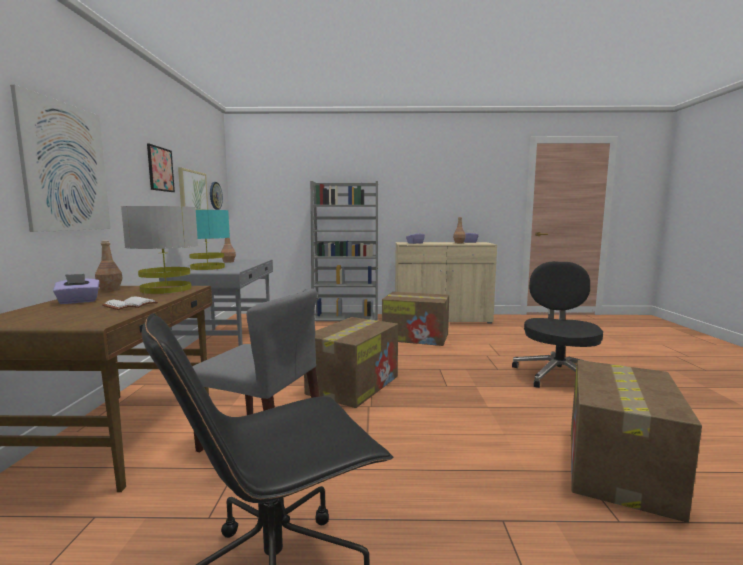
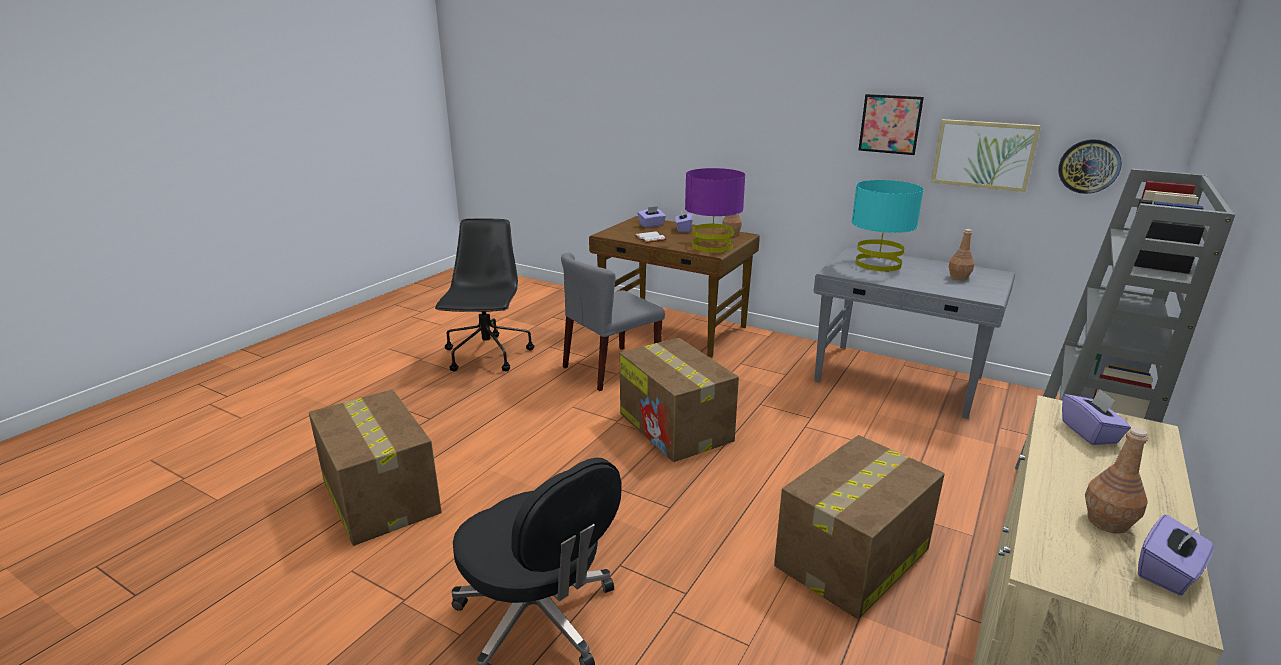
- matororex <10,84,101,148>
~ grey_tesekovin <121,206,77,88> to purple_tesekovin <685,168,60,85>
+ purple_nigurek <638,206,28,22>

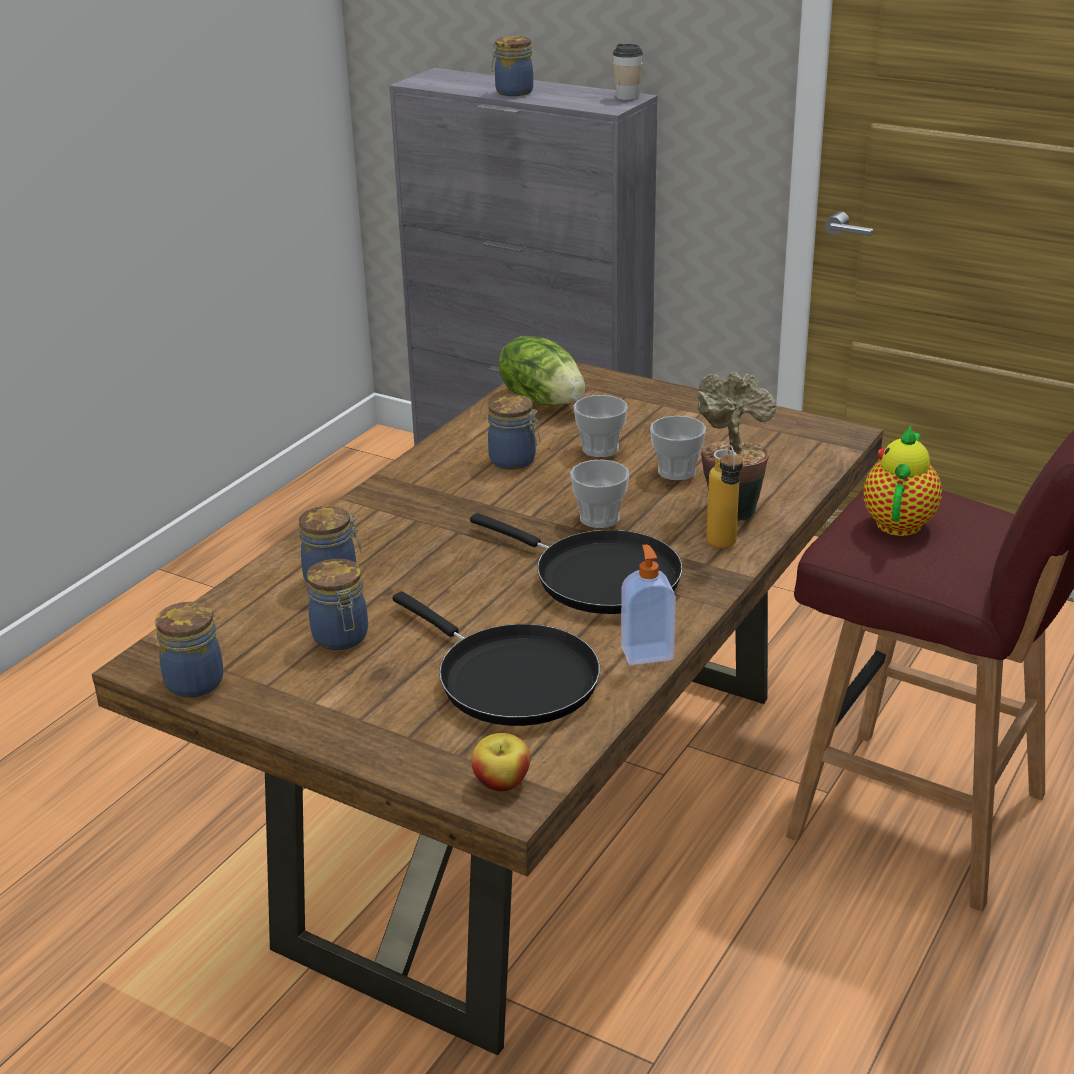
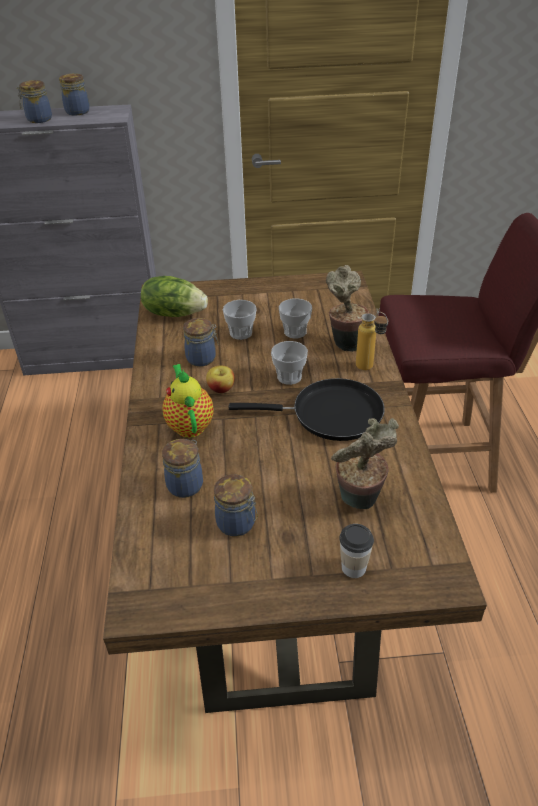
~ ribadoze <613,44,30,56> to <339,524,35,54>
~ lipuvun <864,425,78,111> to <162,364,52,74>
- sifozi <621,544,55,121>
~ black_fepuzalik <393,592,207,134> to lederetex <331,418,68,91>
~ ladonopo <155,602,68,96> to <59,73,31,43>
~ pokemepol <472,733,58,58> to <206,366,29,27>

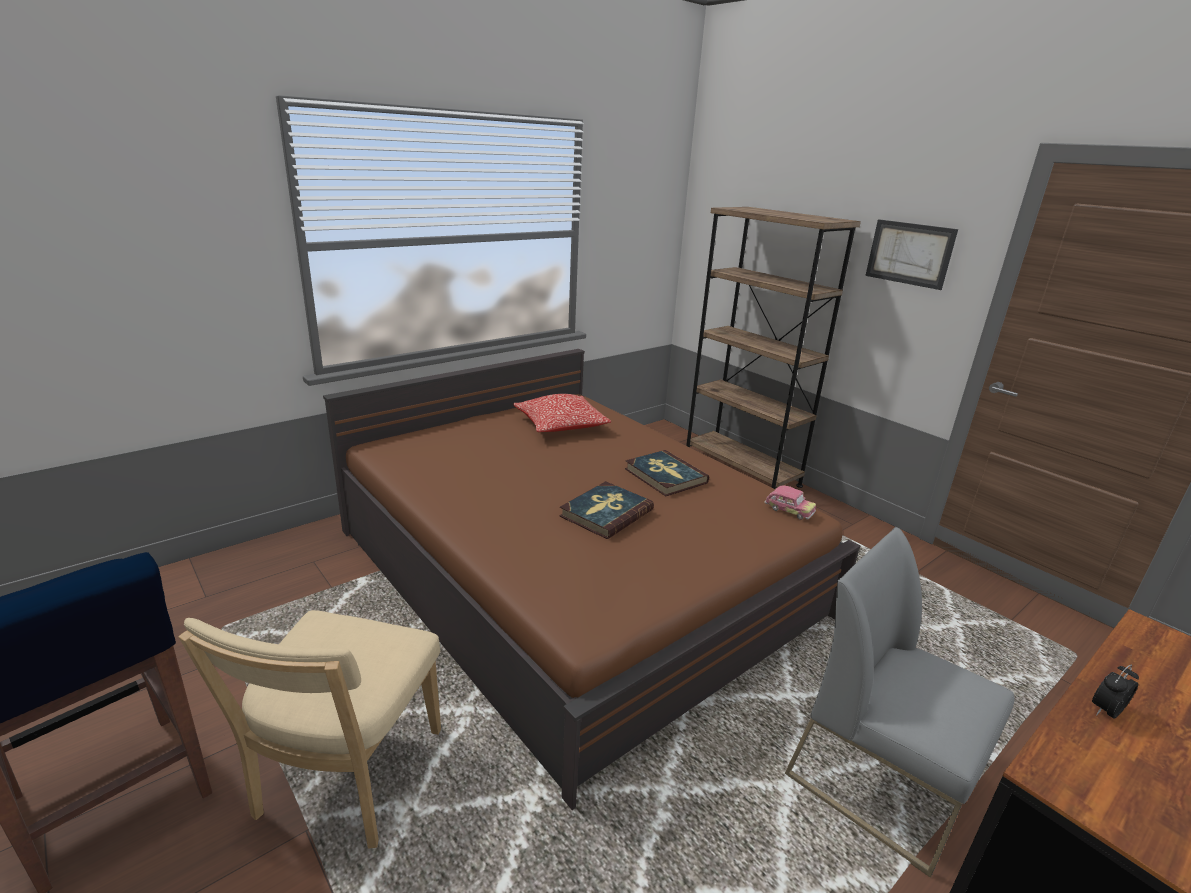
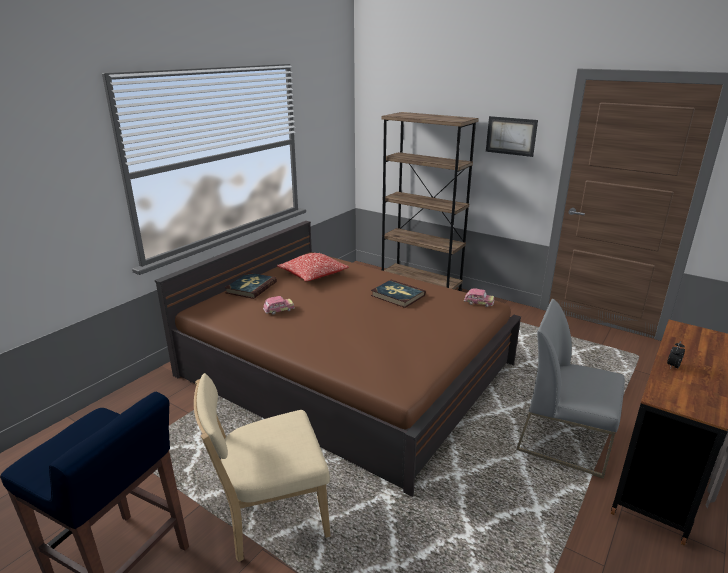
~ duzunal <559,481,95,58> to <225,272,52,27>
~ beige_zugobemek <178,610,263,238> = <194,373,136,189> 75 degrees clockwise
+ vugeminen <263,296,32,19>

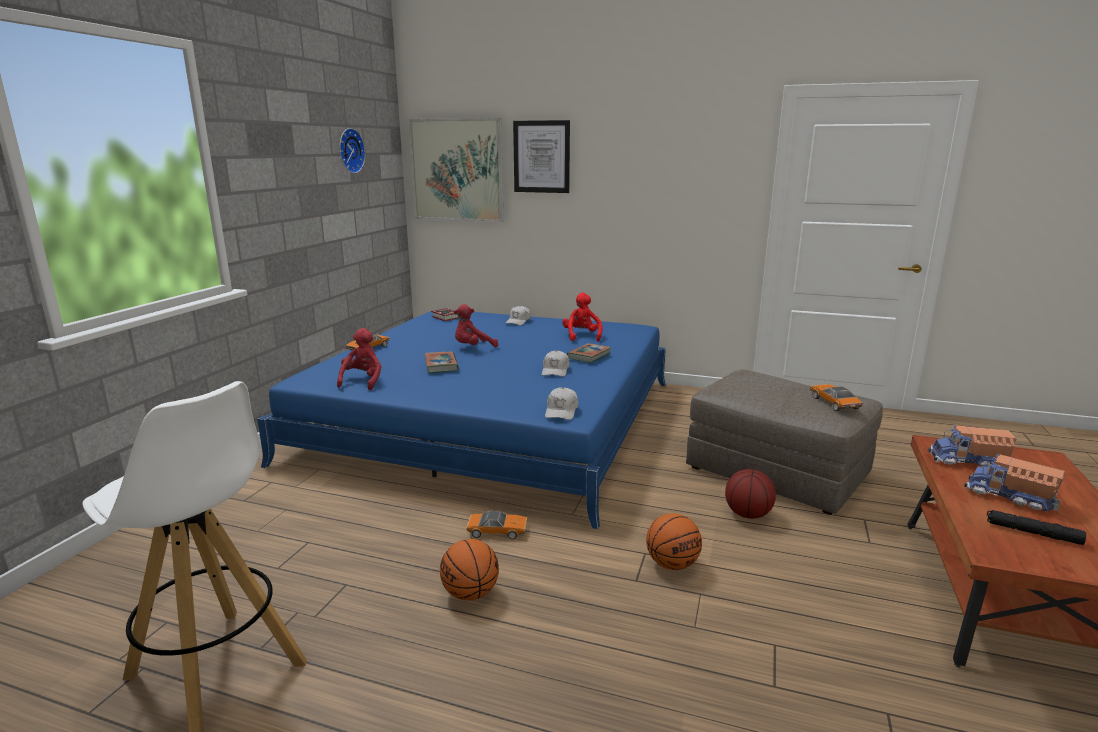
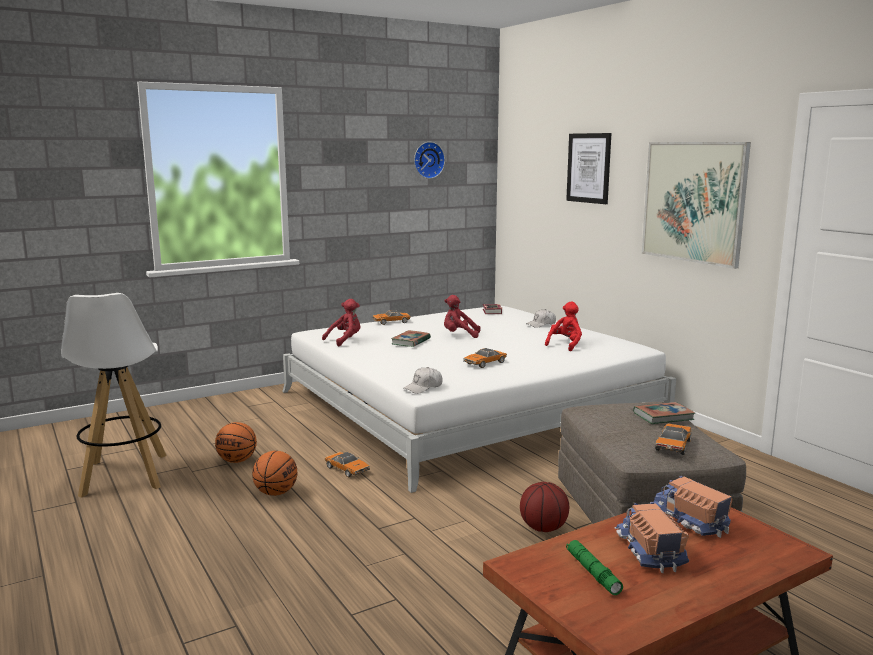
~ matororex <409,118,95,104> to <642,142,109,127>
~ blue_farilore <257,310,409,219> to white_farilore <282,306,394,187>
~ duzunal <567,343,44,20> to <633,402,62,22>
~ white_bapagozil <542,350,28,27> to vugeminen <463,348,44,20>
~ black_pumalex <987,510,99,35> to green_pumalex <566,540,57,55>
~ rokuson <646,513,56,57> to <215,422,42,41>

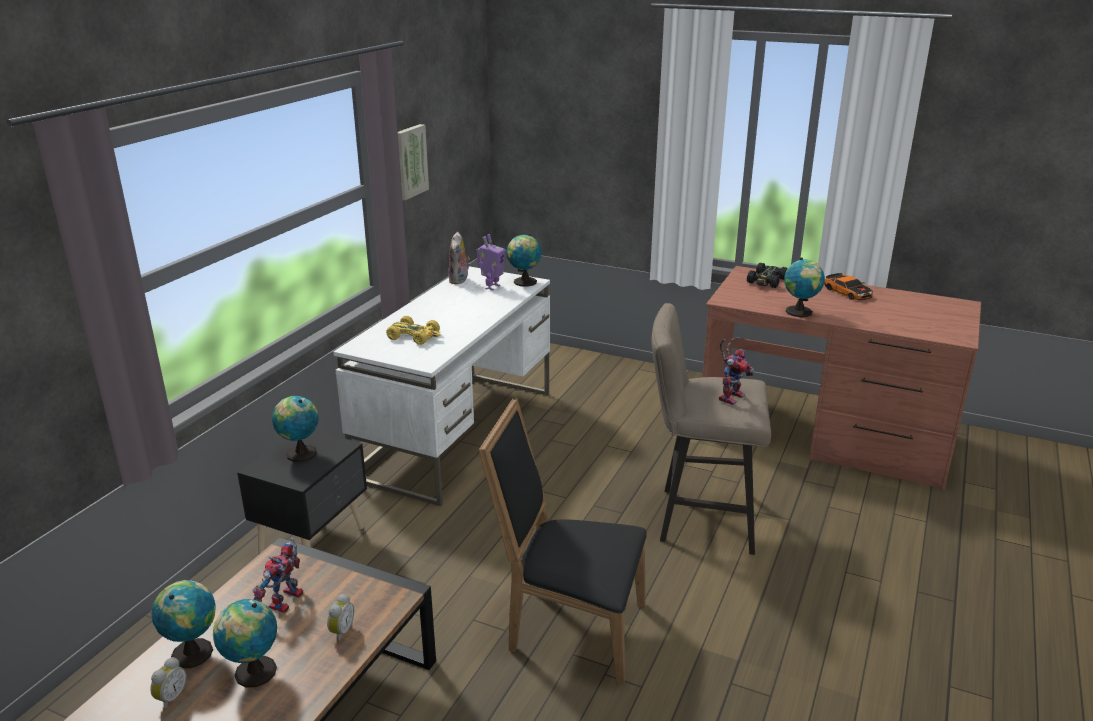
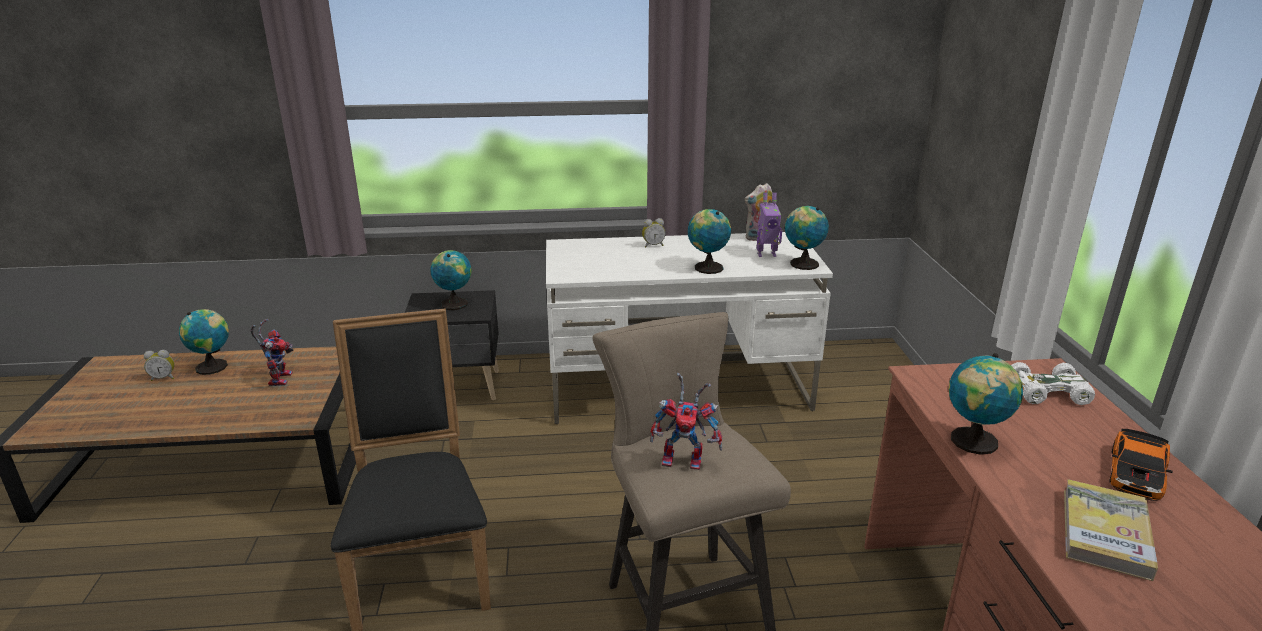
- matororex <398,124,31,76>
~ black_vugeminen <747,263,41,25> to white_vugeminen <1011,362,84,43>
- yellow_vugeminen <386,316,55,29>
~ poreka <253,538,50,75> = <250,319,44,67> 90 degrees clockwise
~ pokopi <327,593,27,49> to <642,218,24,30>
~ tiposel <213,599,64,89> to <688,209,43,65>
+ duzunal <1064,479,94,102>

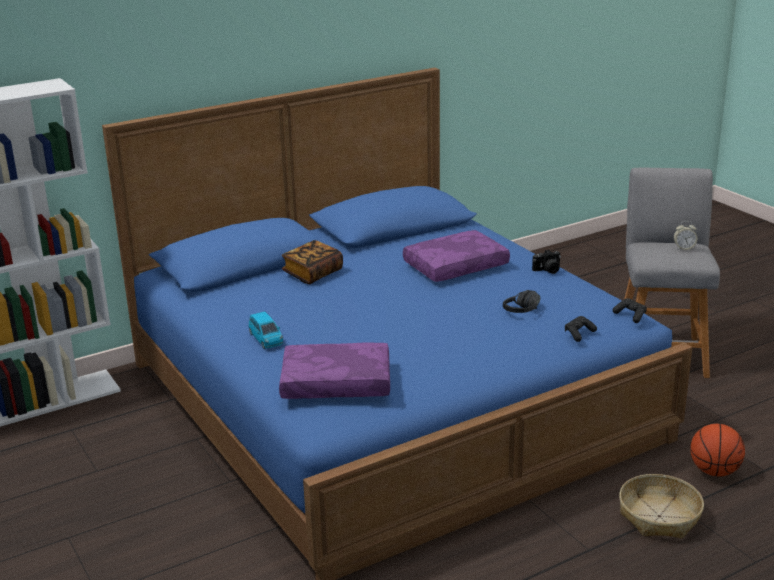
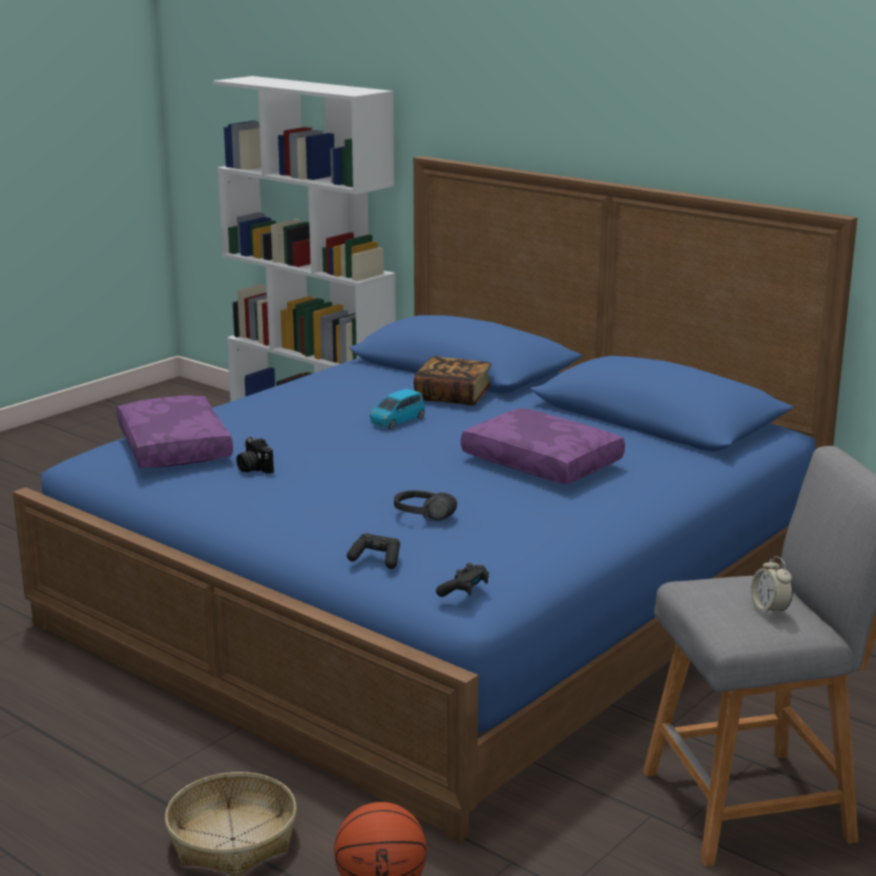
~ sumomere <532,249,29,25> to <236,437,38,37>
~ blue_vugeminen <249,311,34,38> to <370,389,55,41>

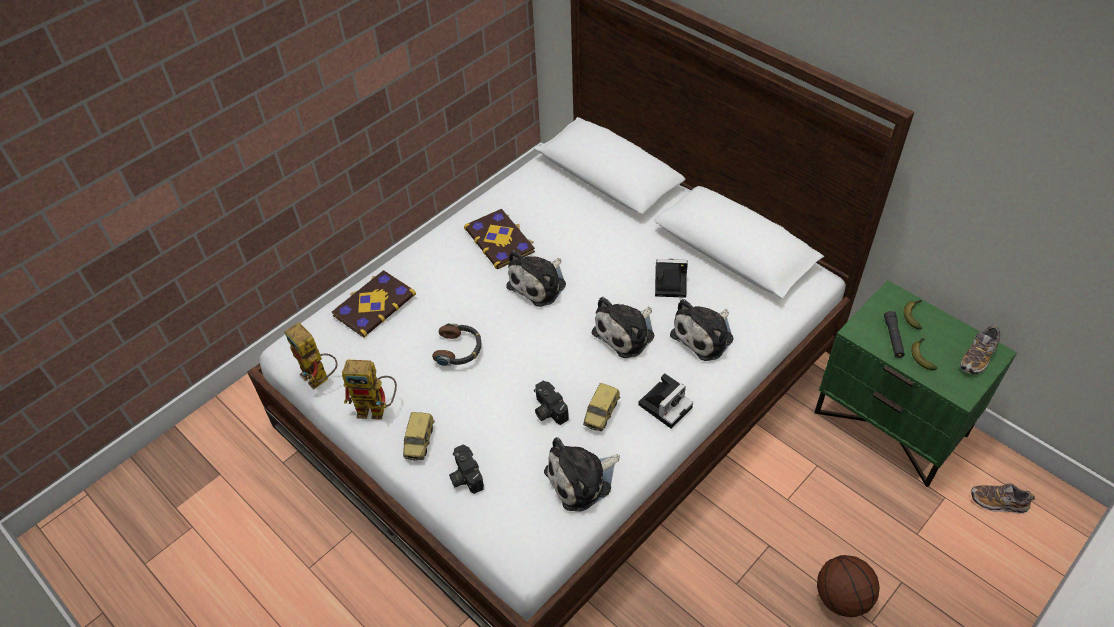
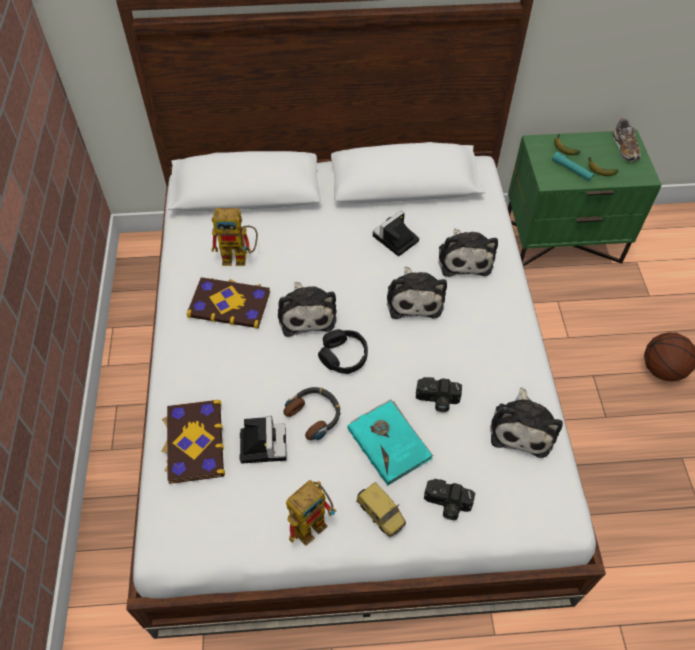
~ black_pumalex <884,311,21,47> to turquoise_pumalex <552,152,42,29>
~ poreka <284,322,54,68> to <211,208,47,58>
~ sumomere <638,373,55,56> to <239,416,48,48>
- vugeminen <583,383,37,49>
- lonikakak <971,483,64,31>
+ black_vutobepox <318,329,50,45>
+ turquoise_duzunal <347,399,86,87>

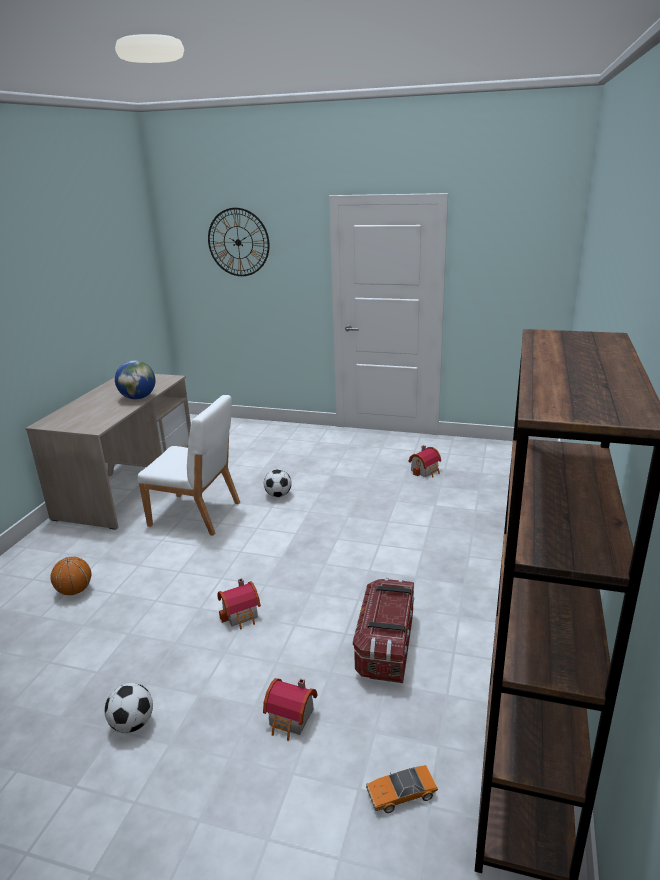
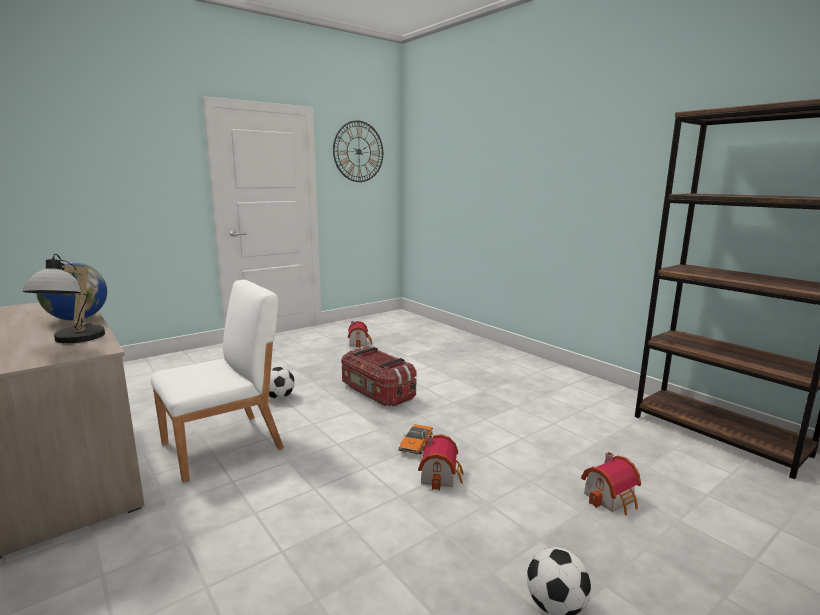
~ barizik <208,208,62,68> to <333,120,50,62>
- rokuson <50,557,41,38>
~ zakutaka <353,578,61,105> to <341,346,76,61>
~ vugeminen <366,765,72,48> to <399,424,34,30>
+ tesekovin <23,254,82,89>

